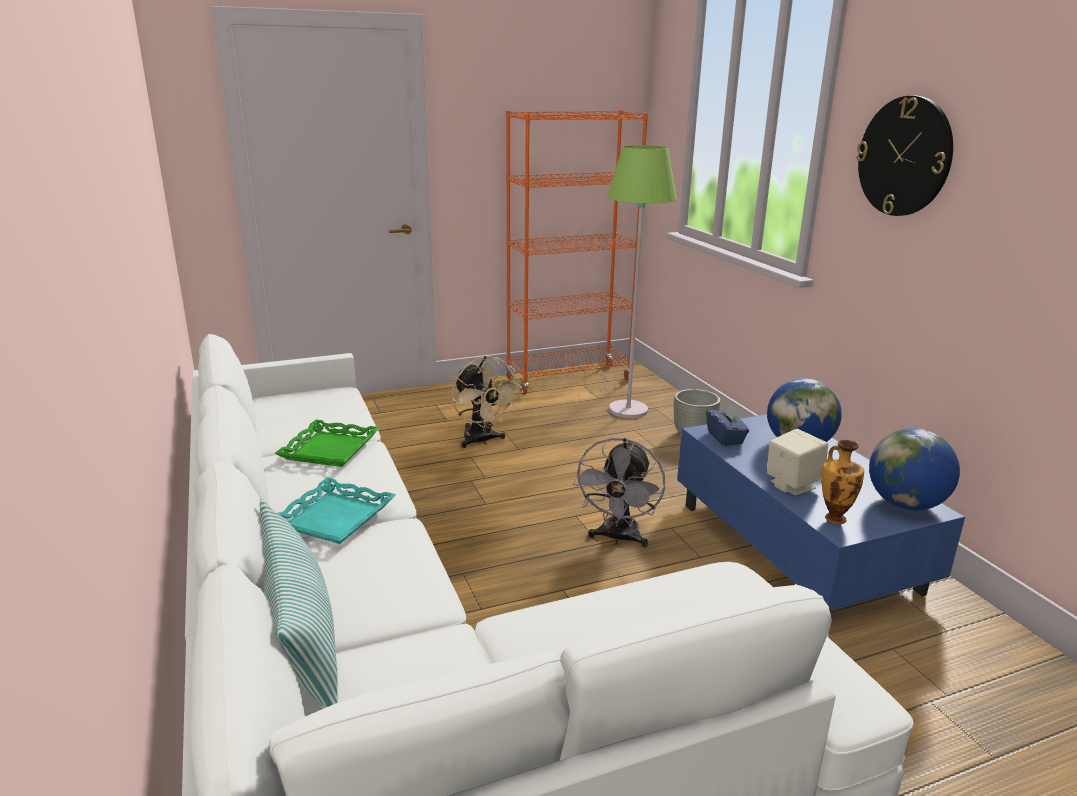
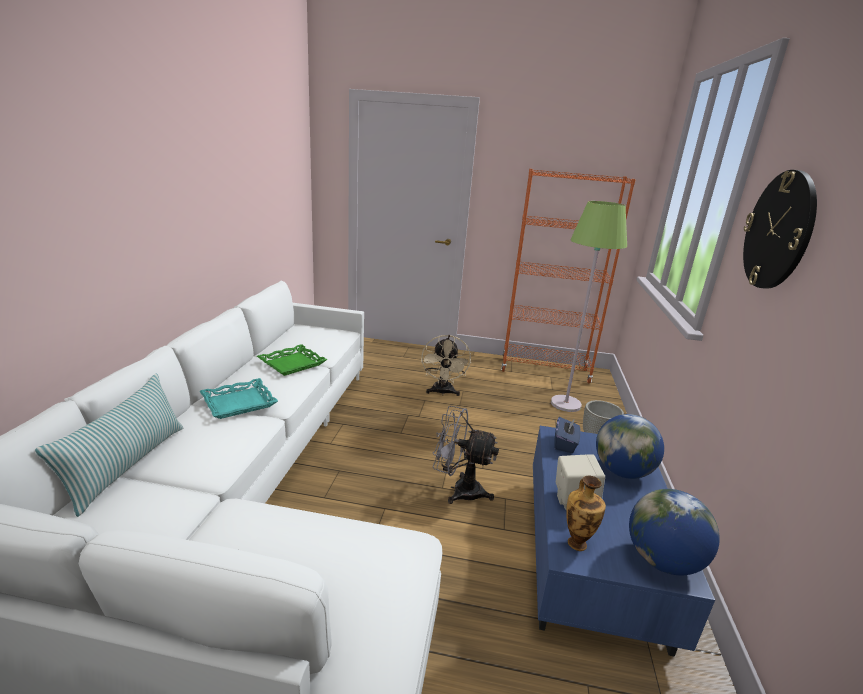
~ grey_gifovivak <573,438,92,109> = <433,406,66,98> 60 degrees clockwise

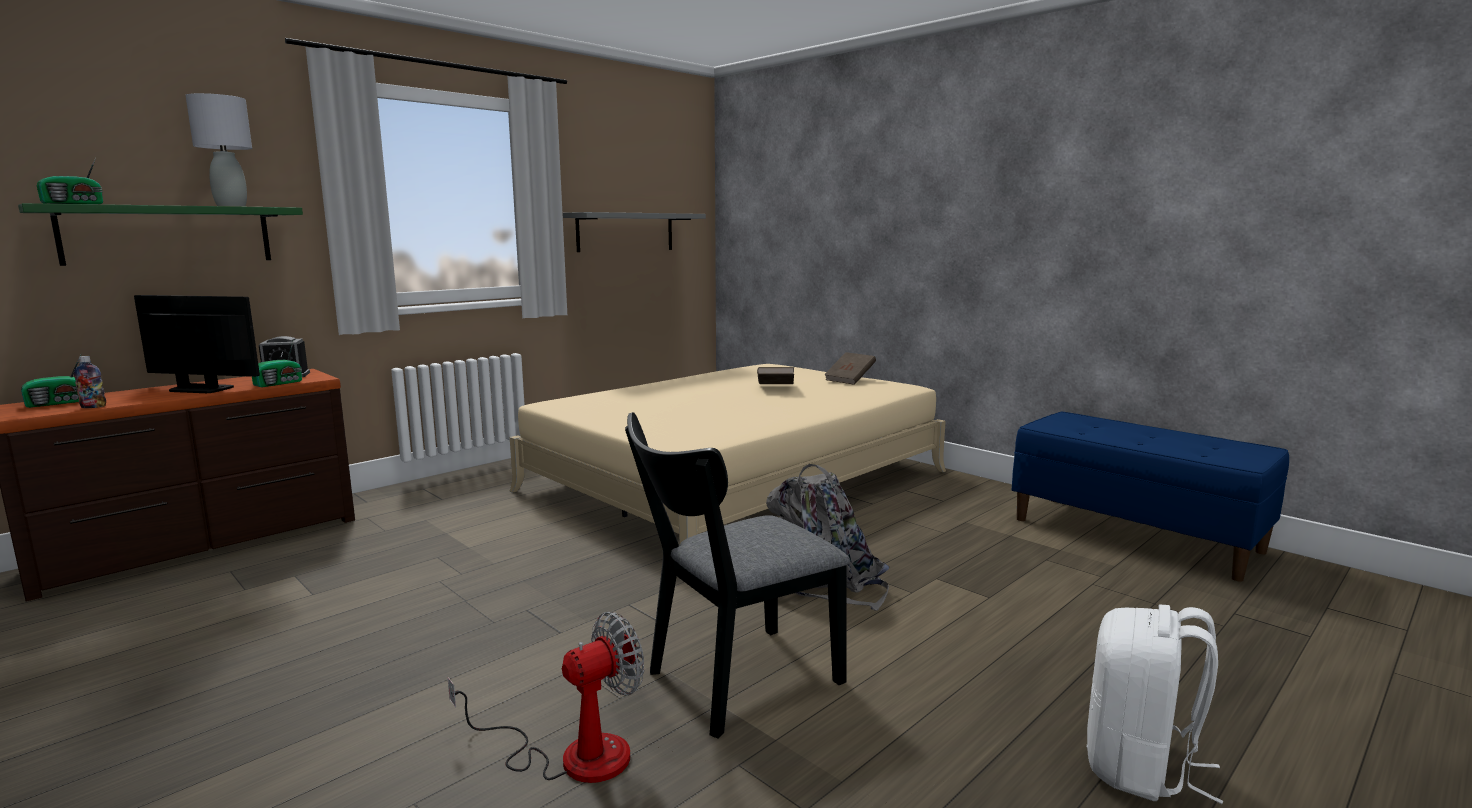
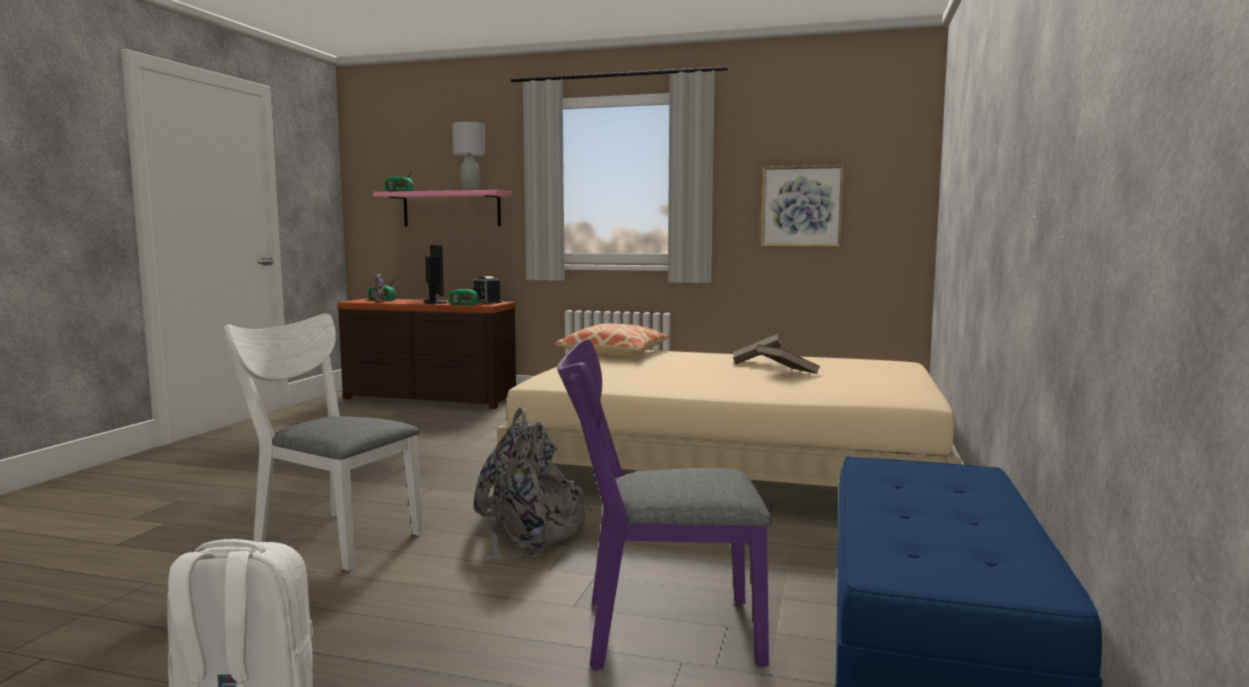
~ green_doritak <18,203,285,63> to pink_doritak <373,190,139,37>
~ grey_doritak <563,212,143,40> to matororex <761,165,83,82>
~ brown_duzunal <824,352,52,33> to <733,334,48,30>
~ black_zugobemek <625,412,225,327> to white_zugobemek <224,313,200,258>
- gifovivak <448,612,196,171>
+ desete <555,324,114,33>
+ purple_zugobemek <557,339,215,332>

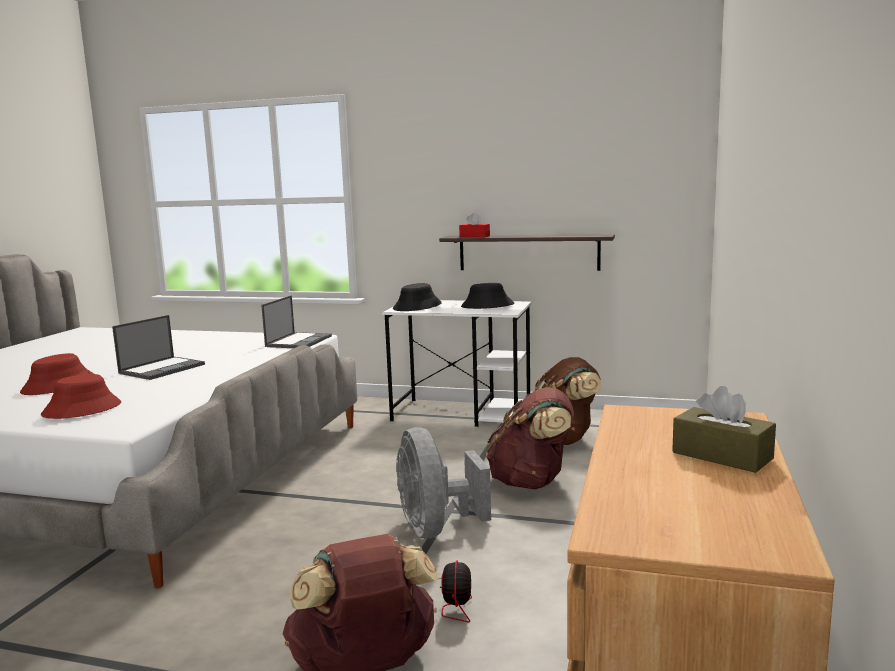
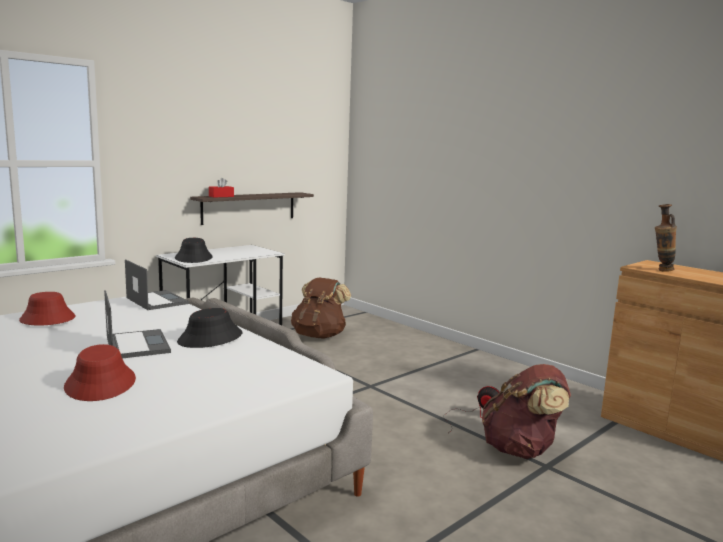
~ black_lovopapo <461,283,53,26> to <177,308,65,40>
~ red_lovopapo <41,374,80,45> to <19,292,56,34>
- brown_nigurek <672,386,104,87>
- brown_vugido <486,387,88,102>
- grey_gifovivak <396,427,95,111>
+ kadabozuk <655,204,22,68>

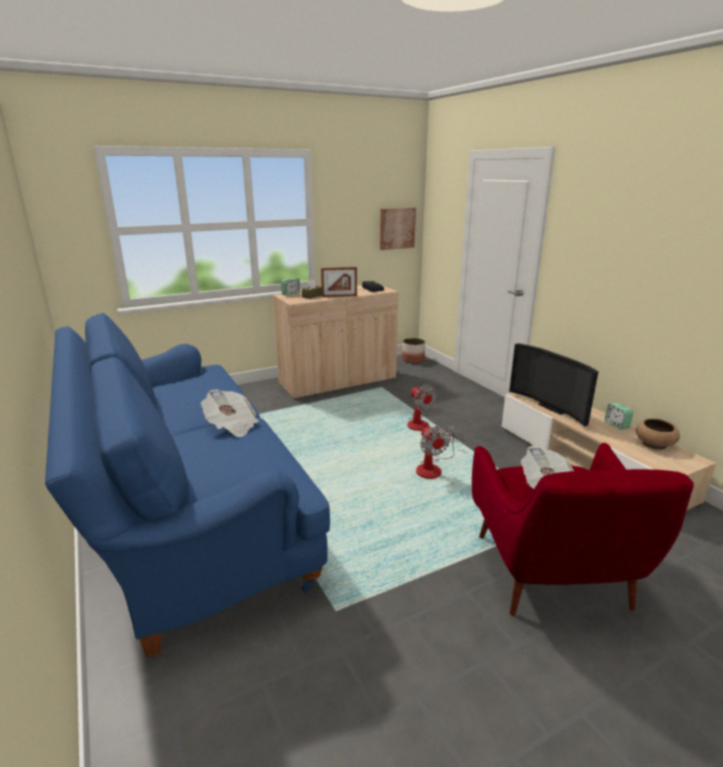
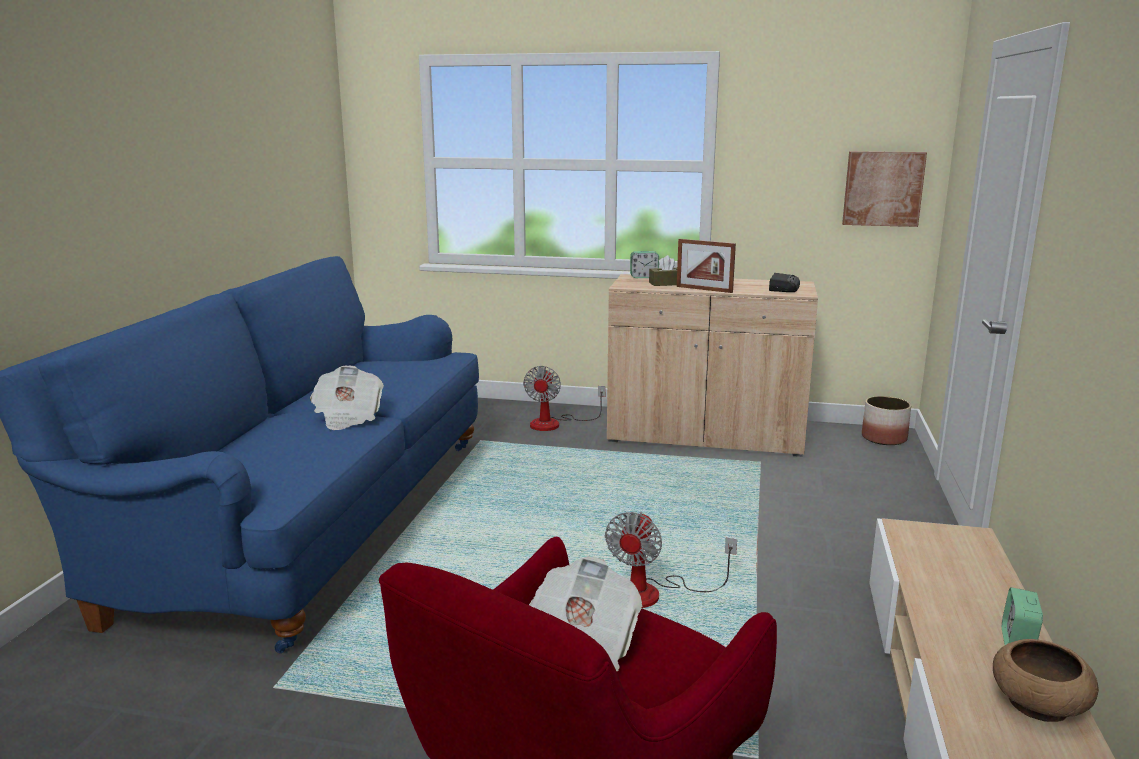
- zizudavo <509,343,89,84>
~ gifovivak <407,385,29,46> to <523,366,83,65>

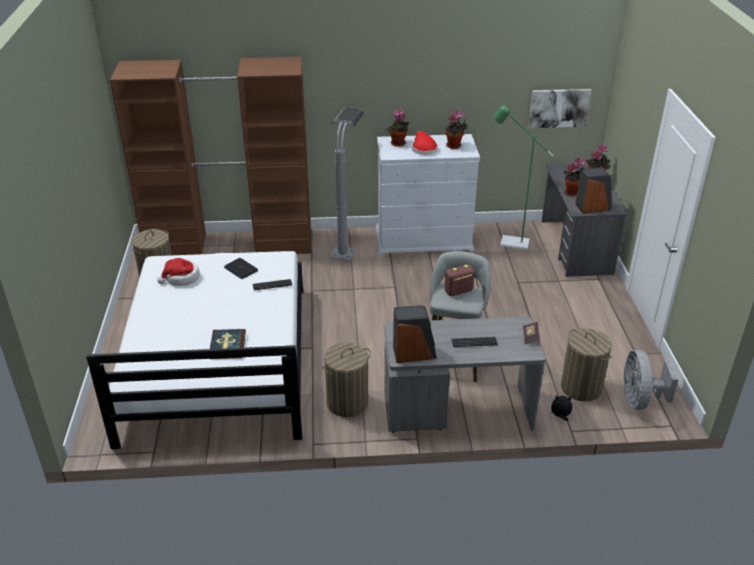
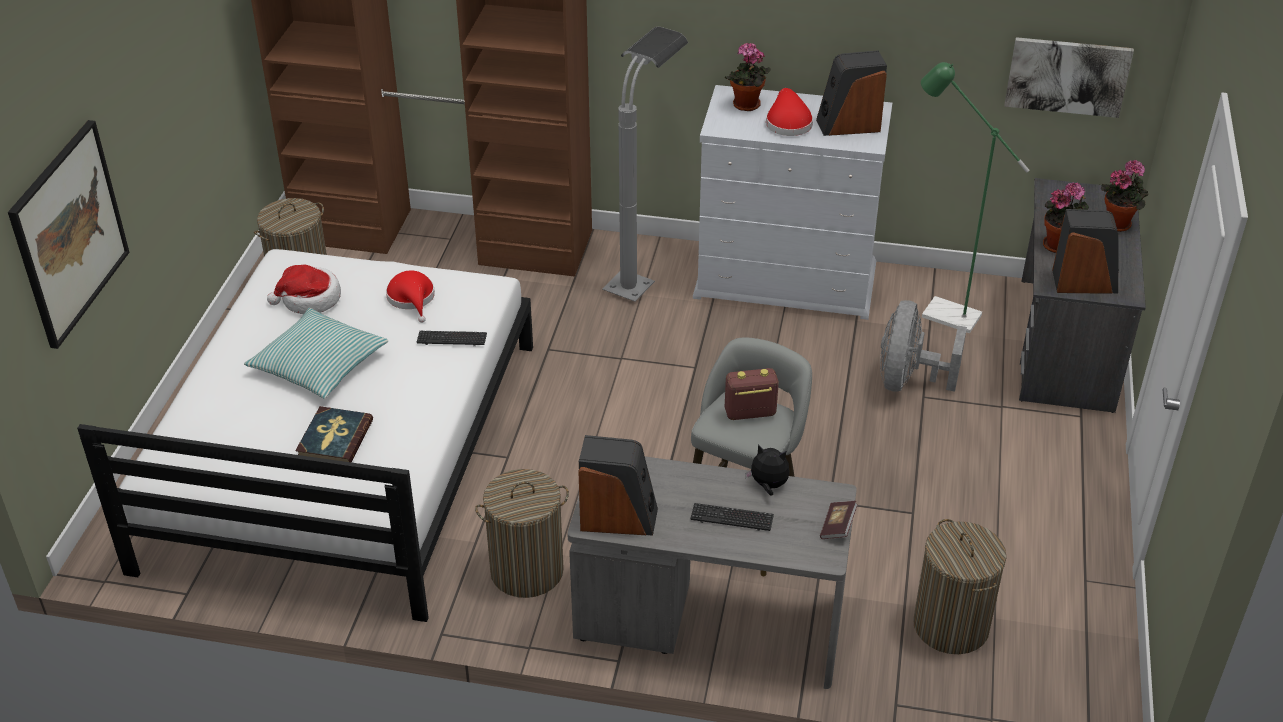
~ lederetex <445,110,22,39> to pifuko <816,50,71,86>
~ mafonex <224,258,34,21> to red_lovopapo <386,271,49,52>
~ grey_gifovivak <623,350,55,60> to <880,300,87,92>
~ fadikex <550,395,22,26> to <745,444,44,52>
+ matororex <8,120,122,229>
+ desete <244,308,144,91>

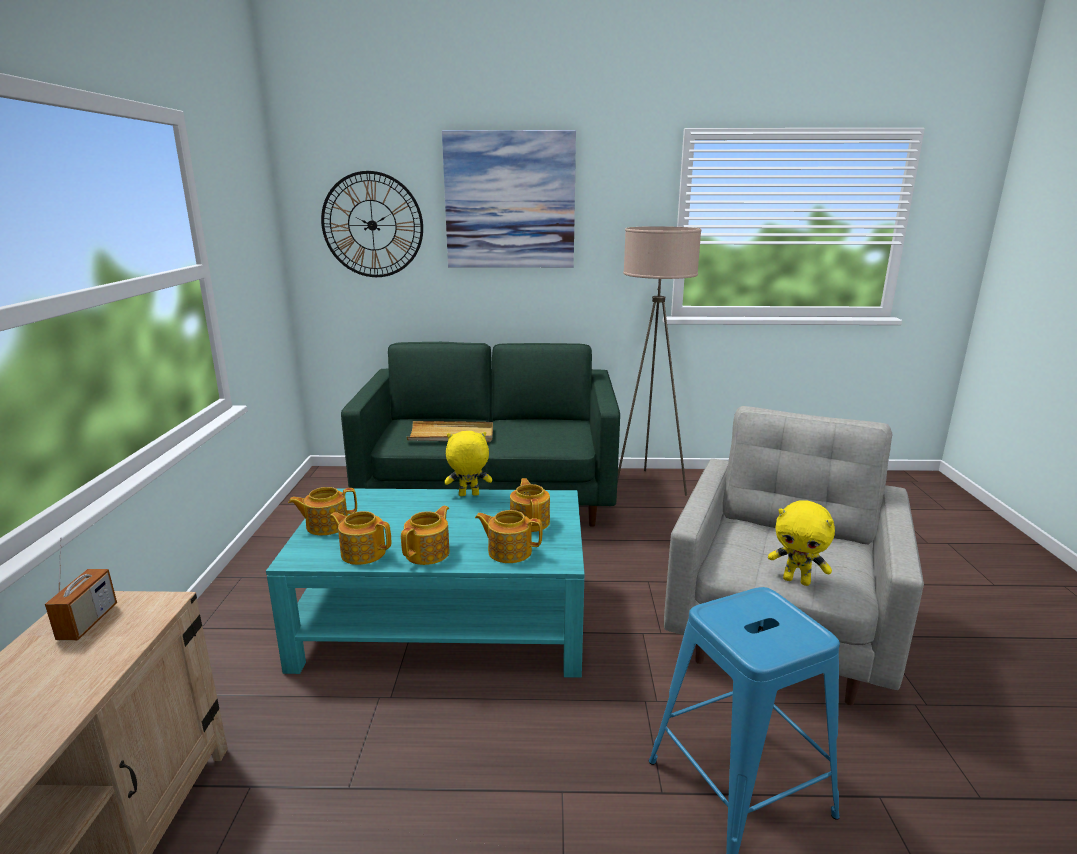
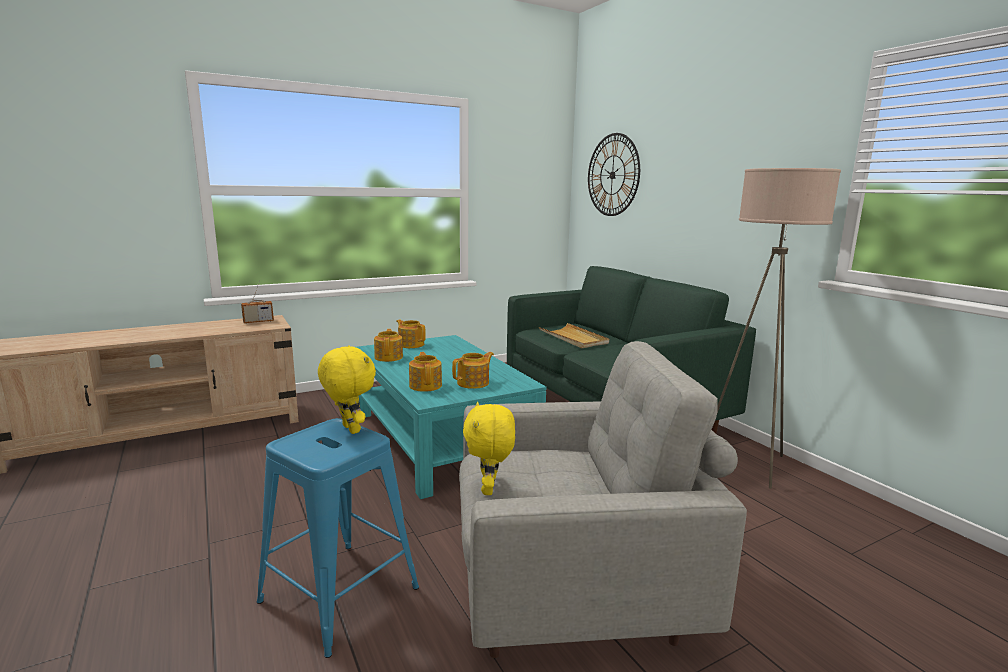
- matororex <442,130,134,138>
~ yellow_fadikex <445,431,47,65> to <318,345,58,89>
- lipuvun <401,506,49,59>

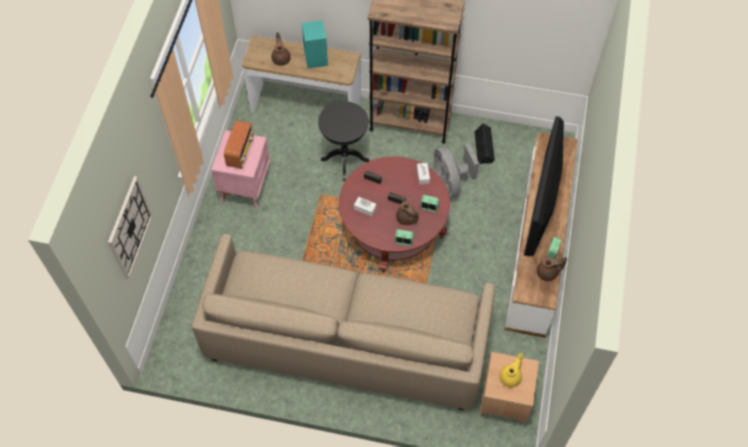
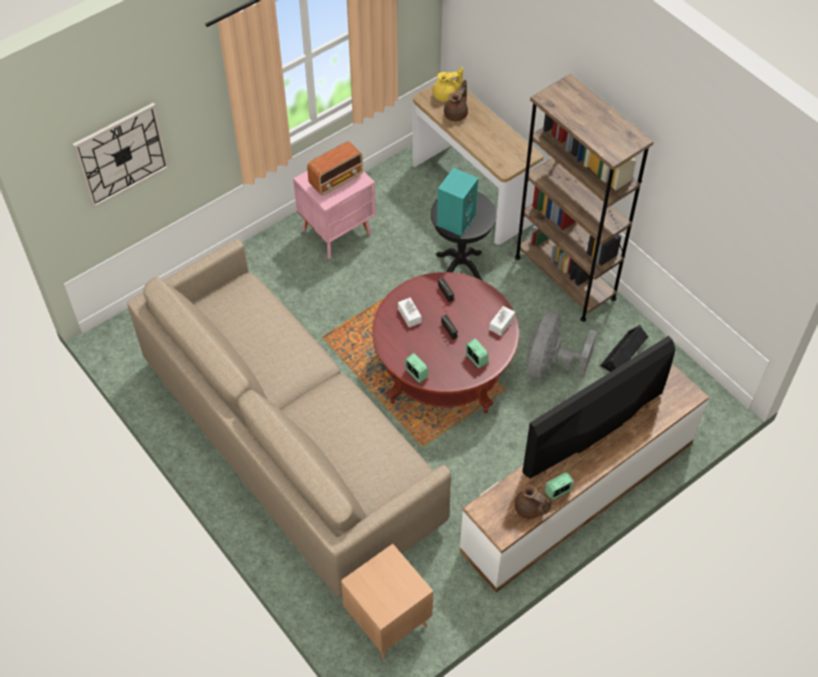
~ turquoise_pifuko <302,20,26,49> to <437,168,41,68>
- brown_lipuvun <396,201,23,24>
~ yellow_lipuvun <500,353,23,34> to <433,67,30,35>

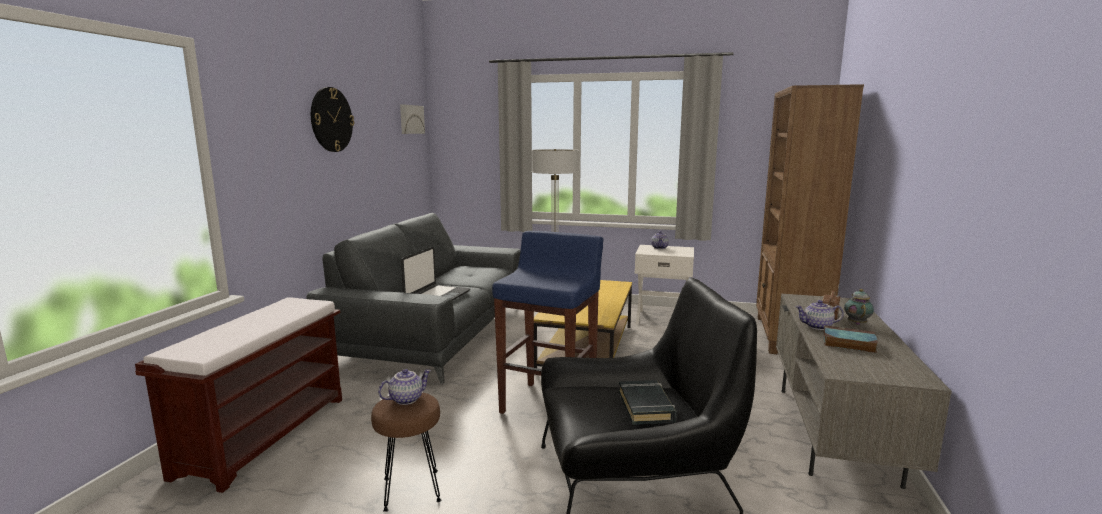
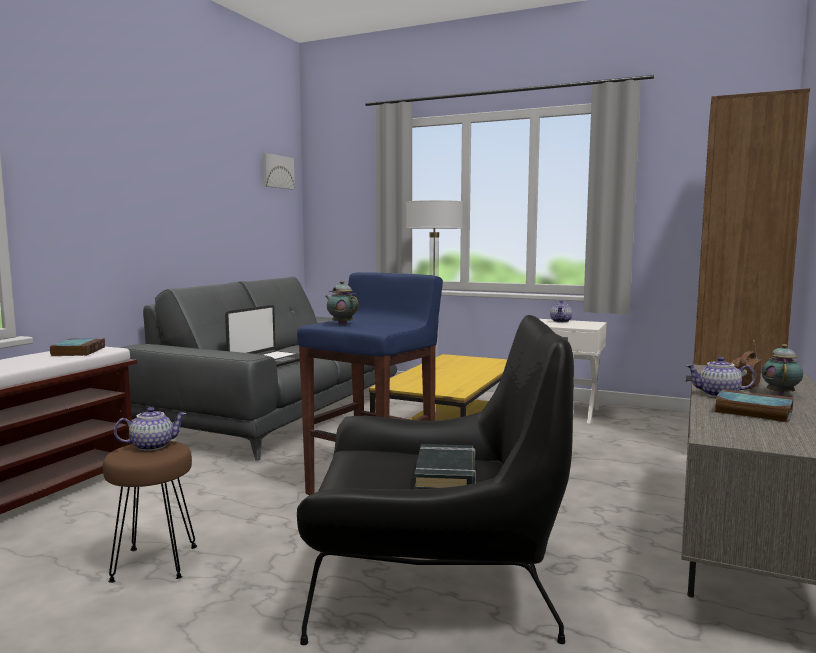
- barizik <311,87,43,65>
+ lipuvun <325,281,33,44>
+ duzunal <50,338,55,18>

